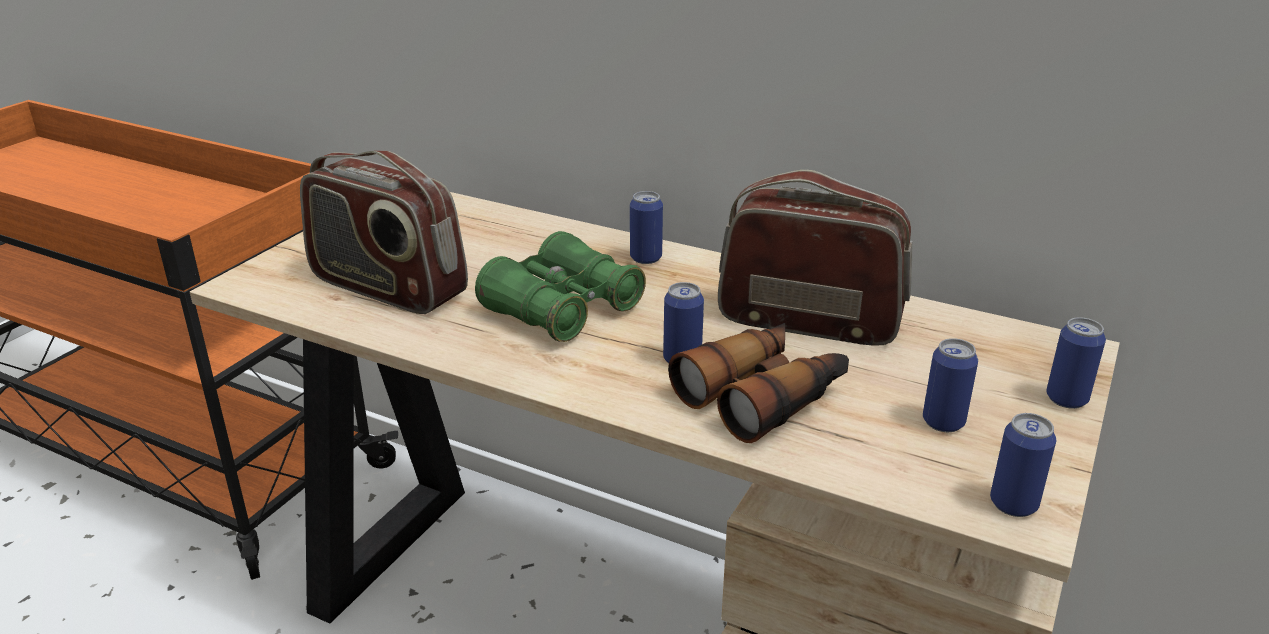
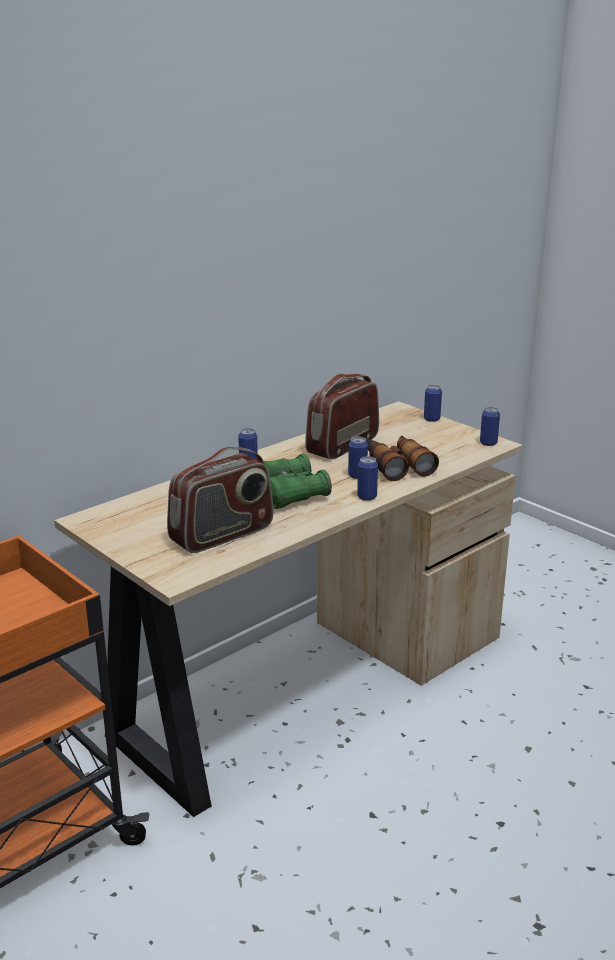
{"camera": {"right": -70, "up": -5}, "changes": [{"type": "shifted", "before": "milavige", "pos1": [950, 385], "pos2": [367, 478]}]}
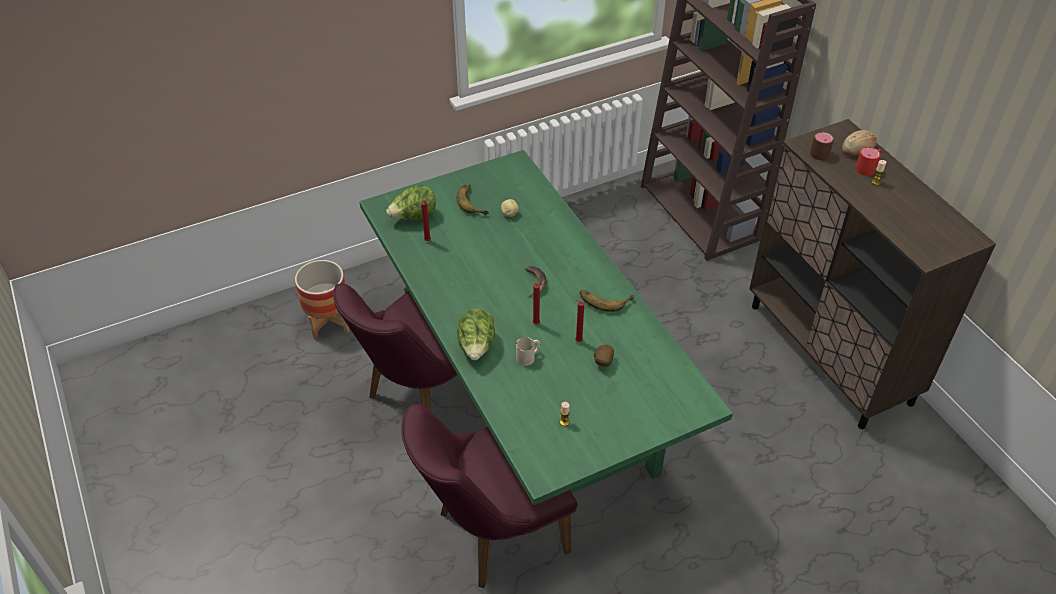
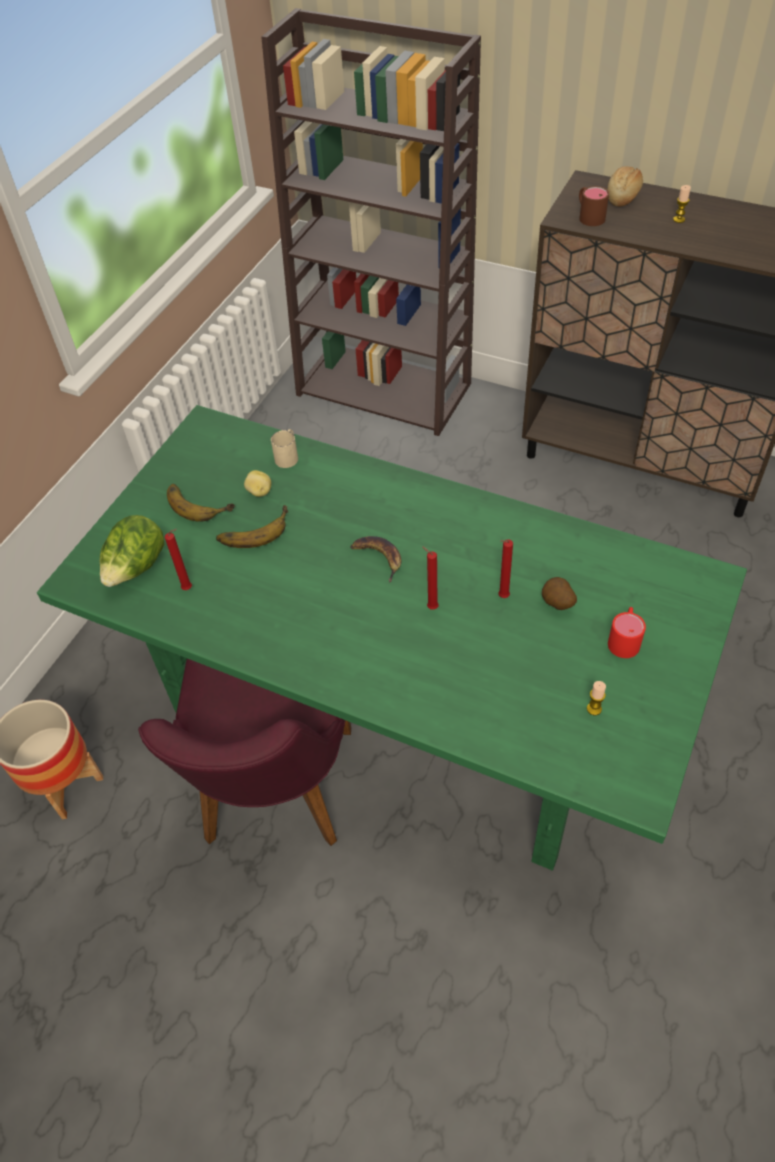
{"camera": {"right": -35, "up": 5}, "changes": [{"type": "shifted", "before": "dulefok", "pos1": [607, 301], "pos2": [252, 526]}, {"type": "shifted", "before": "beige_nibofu", "pos1": [528, 351], "pos2": [284, 448]}, {"type": "shifted", "before": "red_nibofu", "pos1": [868, 161], "pos2": [627, 632]}, {"type": "gone", "before": "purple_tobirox", "pos1": [489, 496]}, {"type": "gone", "before": "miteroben", "pos1": [476, 334]}]}
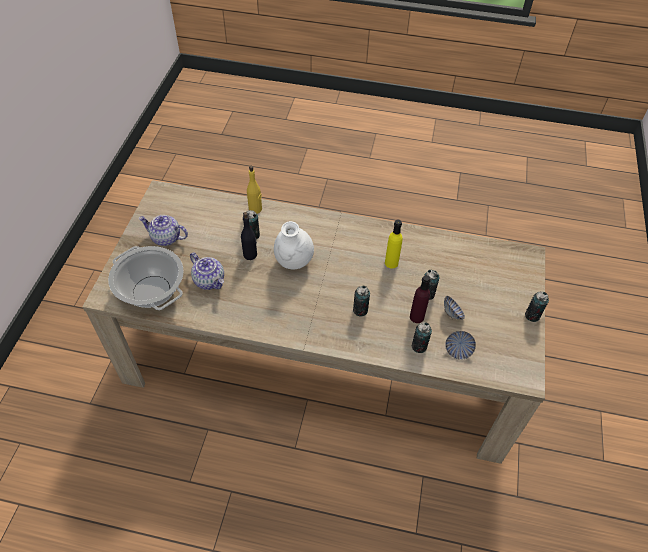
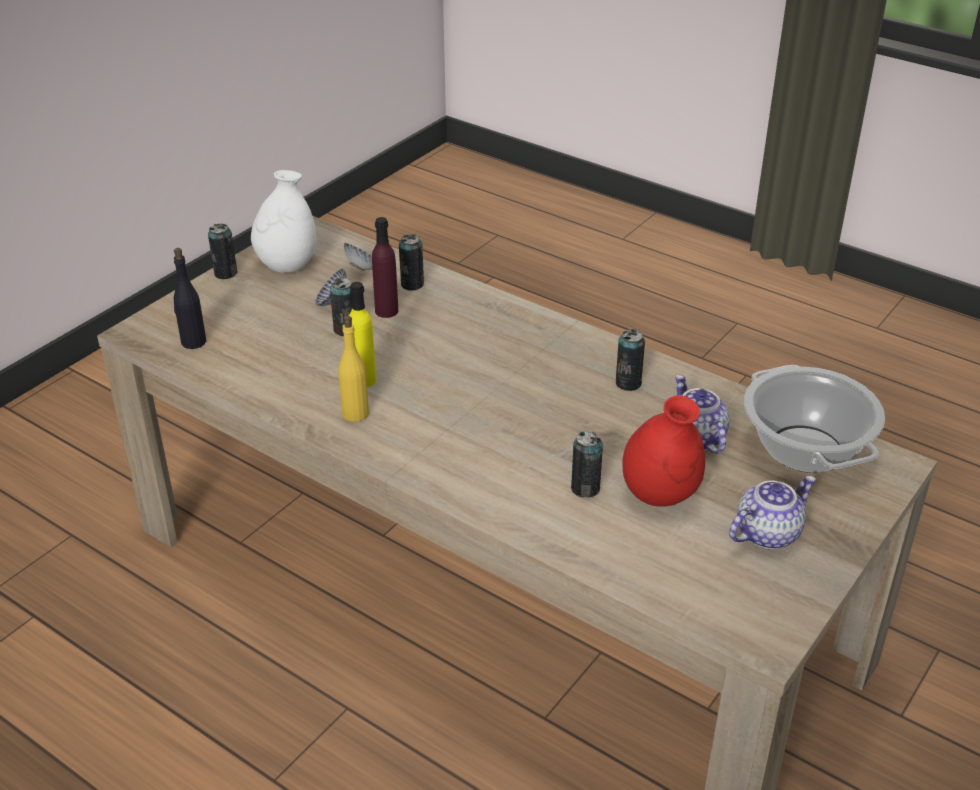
{"camera": {"right": -155, "up": -15}, "changes": [{"type": "shifted", "before": "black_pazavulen", "pos1": [249, 236], "pos2": [190, 298]}, {"type": "shifted", "before": "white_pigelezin", "pos1": [294, 245], "pos2": [283, 221]}, {"type": "shifted", "before": "yellow_pazavulen", "pos1": [254, 190], "pos2": [353, 369]}, {"type": "shifted", "before": "milavige", "pos1": [361, 301], "pos2": [630, 360]}, {"type": "new", "after": "red_pigelezin", "pos2": [663, 451]}, {"type": "rotated", "before": "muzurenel", "pos1": [163, 230], "pos2": [772, 512], "turn": -75}]}
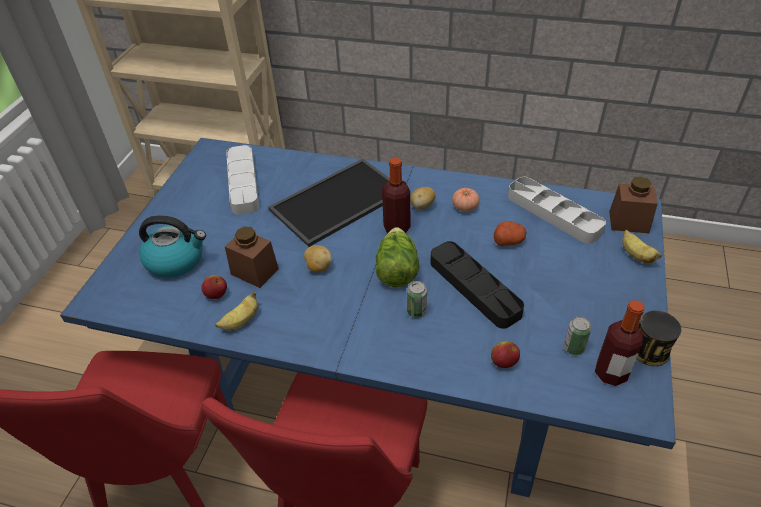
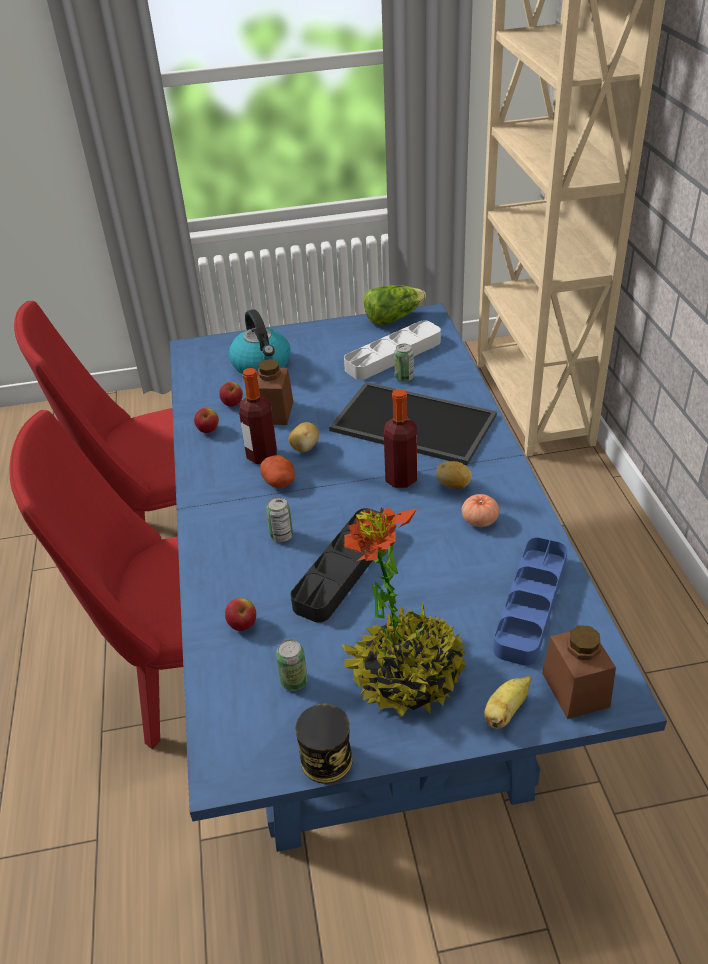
{"camera": {"right": 65, "up": -5}, "changes": [{"type": "swapped", "before": "dulefok", "after": "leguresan", "pos1": [236, 311], "pos2": [206, 420]}, {"type": "shifted", "before": "pazavulen", "pos1": [620, 343], "pos2": [258, 416]}, {"type": "shifted", "before": "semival", "pos1": [510, 233], "pos2": [277, 471]}, {"type": "new", "after": "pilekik", "pos2": [404, 611]}, {"type": "shifted", "before": "miteroben", "pos1": [397, 257], "pos2": [395, 305]}, {"type": "new", "after": "milavige", "pos2": [404, 363]}, {"type": "repainted", "before": "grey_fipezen", "after": "blue_fipezen", "pos1": [557, 210], "pos2": [530, 601]}]}
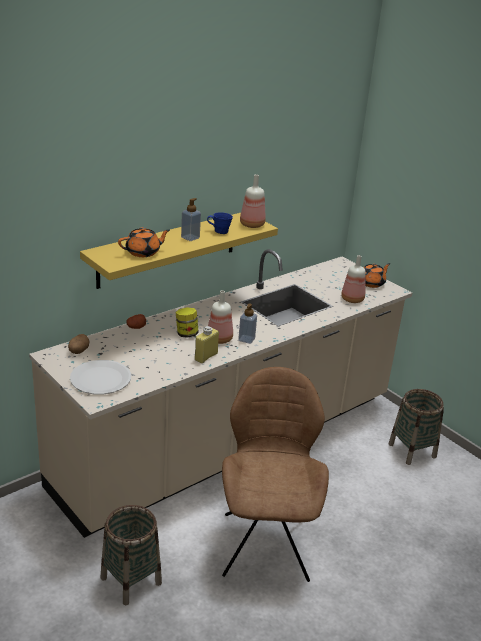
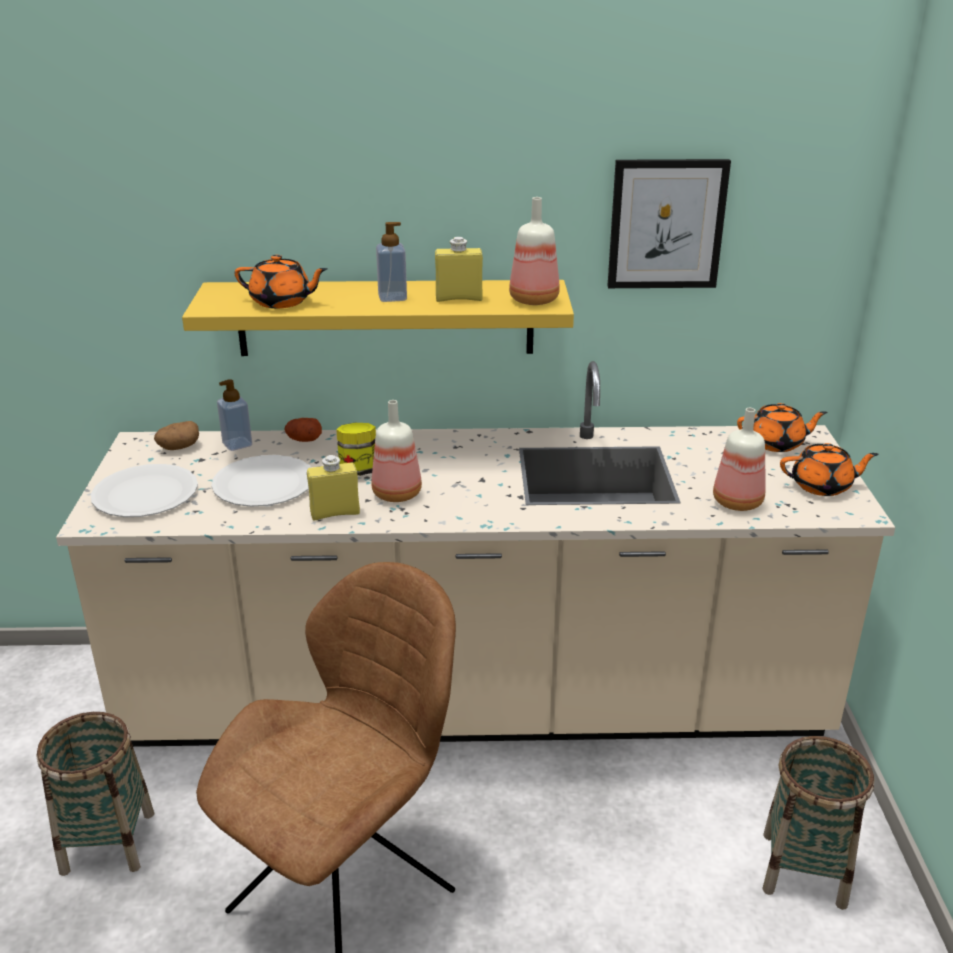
{"camera": {"right": 40, "up": 0}, "changes": [{"type": "new", "after": "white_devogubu", "pos2": [261, 481]}, {"type": "shifted", "before": "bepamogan", "pos1": [247, 324], "pos2": [234, 415]}, {"type": "swapped", "before": "blue_nibofu", "after": "yellow_pazavulen", "pos1": [220, 223], "pos2": [459, 269]}, {"type": "new", "after": "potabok", "pos2": [669, 223]}, {"type": "new", "after": "orange_muzurenel", "pos2": [782, 427]}]}
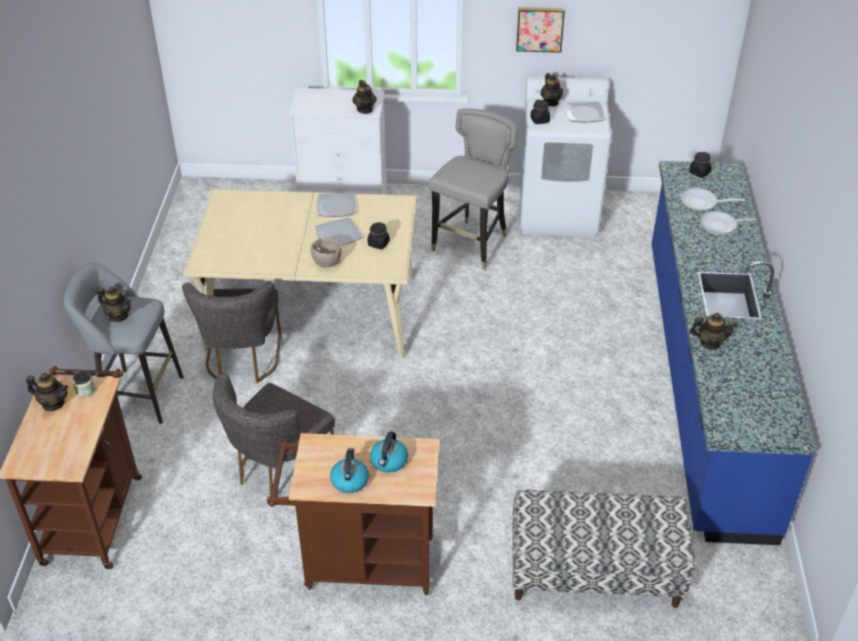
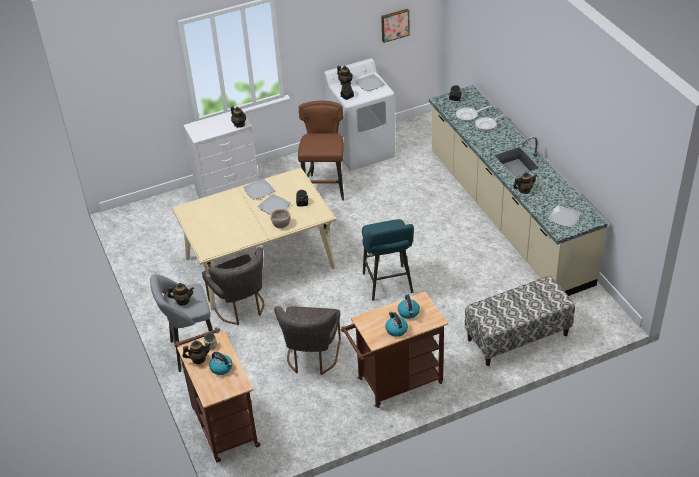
{"camera": {"right": -25, "up": 0}, "changes": [{"type": "new", "after": "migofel", "pos2": [220, 363]}, {"type": "repainted", "before": "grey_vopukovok", "after": "brown_vopukovok", "pos1": [473, 189], "pos2": [321, 151]}, {"type": "new", "after": "turquoise_vopukovok", "pos2": [388, 260]}, {"type": "shifted", "before": "potabok", "pos1": [540, 30], "pos2": [395, 26]}, {"type": "repainted", "before": "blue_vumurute", "after": "beige_vumurute", "pos1": [734, 353], "pos2": [518, 190]}, {"type": "new", "after": "devogubu", "pos2": [564, 216]}]}
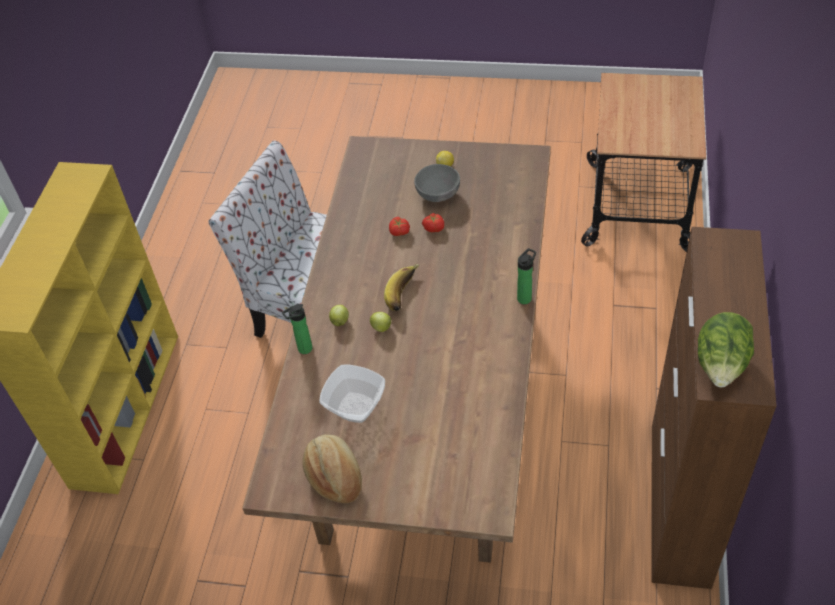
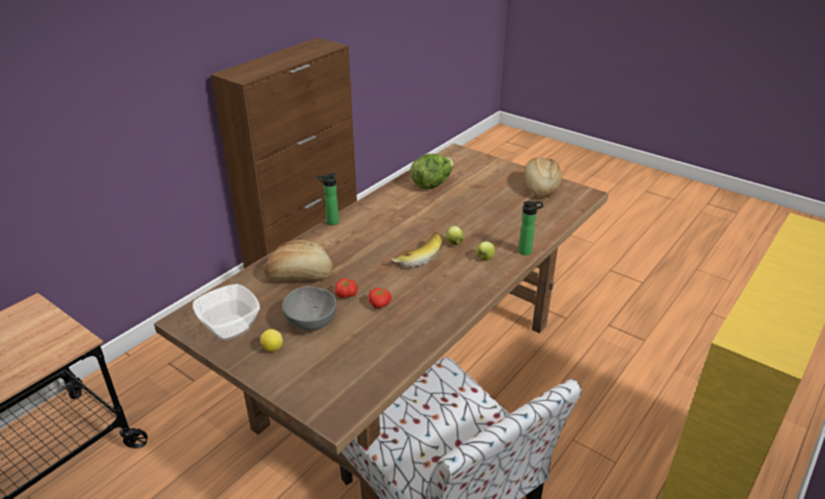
{"camera": {"right": -155, "up": -15}, "changes": [{"type": "shifted", "before": "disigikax", "pos1": [352, 394], "pos2": [226, 312]}, {"type": "new", "after": "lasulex", "pos2": [298, 260]}, {"type": "shifted", "before": "miteroben", "pos1": [726, 349], "pos2": [432, 171]}]}
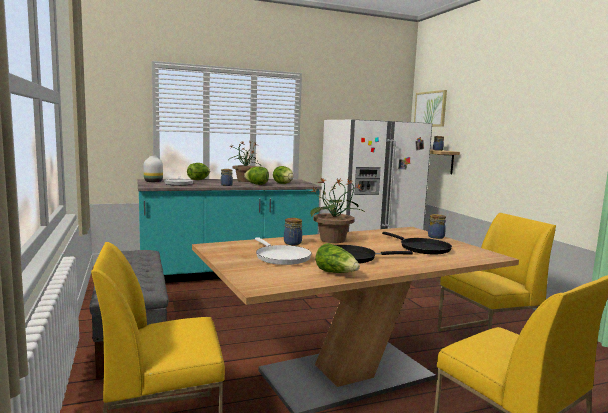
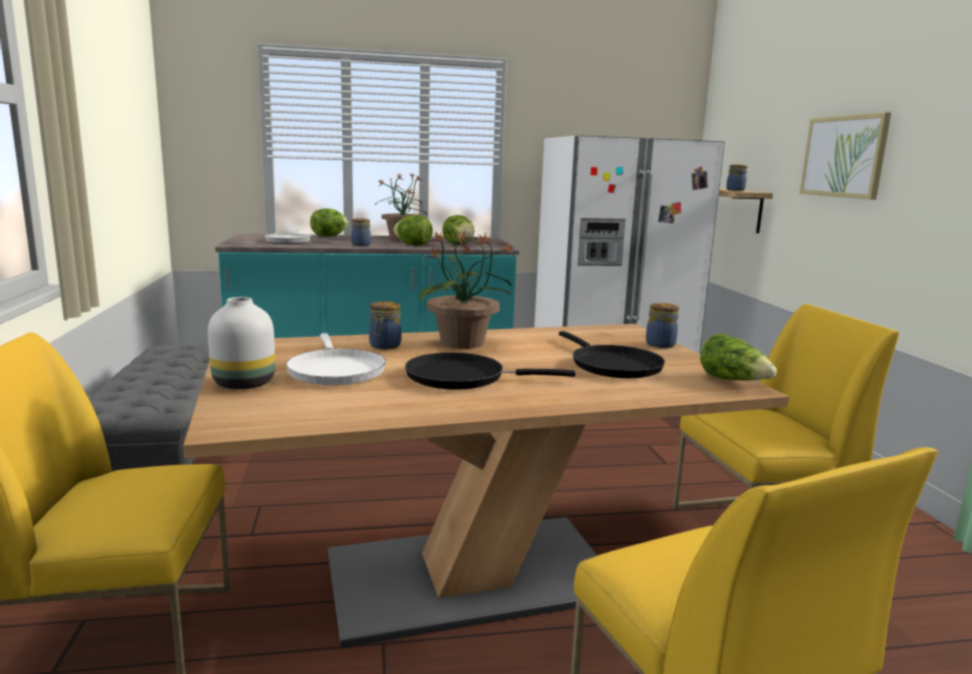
{"camera": {"right": 10, "up": 5}, "changes": [{"type": "shifted", "before": "white_pigelezin", "pos1": [153, 169], "pos2": [241, 343]}, {"type": "shifted", "before": "miteroben", "pos1": [337, 258], "pos2": [738, 356]}, {"type": "shifted", "before": "potabok", "pos1": [430, 108], "pos2": [845, 156]}]}
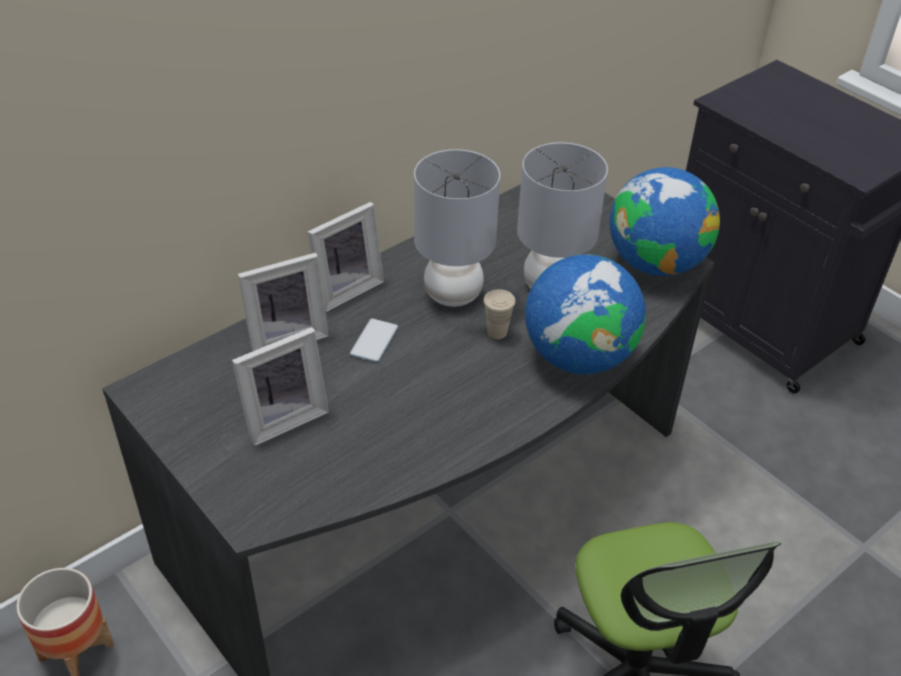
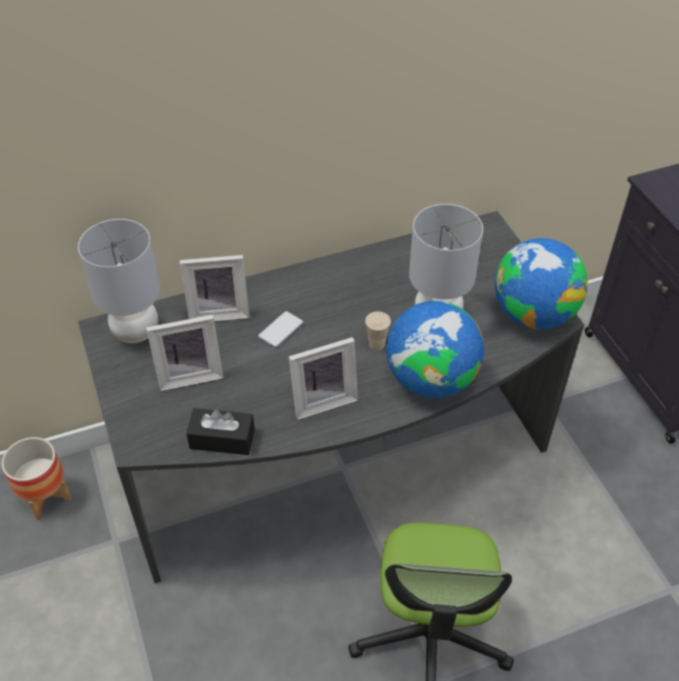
{"camera": {"right": 20, "up": 5}, "changes": [{"type": "shifted", "before": "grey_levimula", "pos1": [457, 228], "pos2": [119, 281]}, {"type": "new", "after": "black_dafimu", "pos2": [220, 431]}, {"type": "shifted", "before": "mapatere", "pos1": [346, 257], "pos2": [323, 378]}]}
